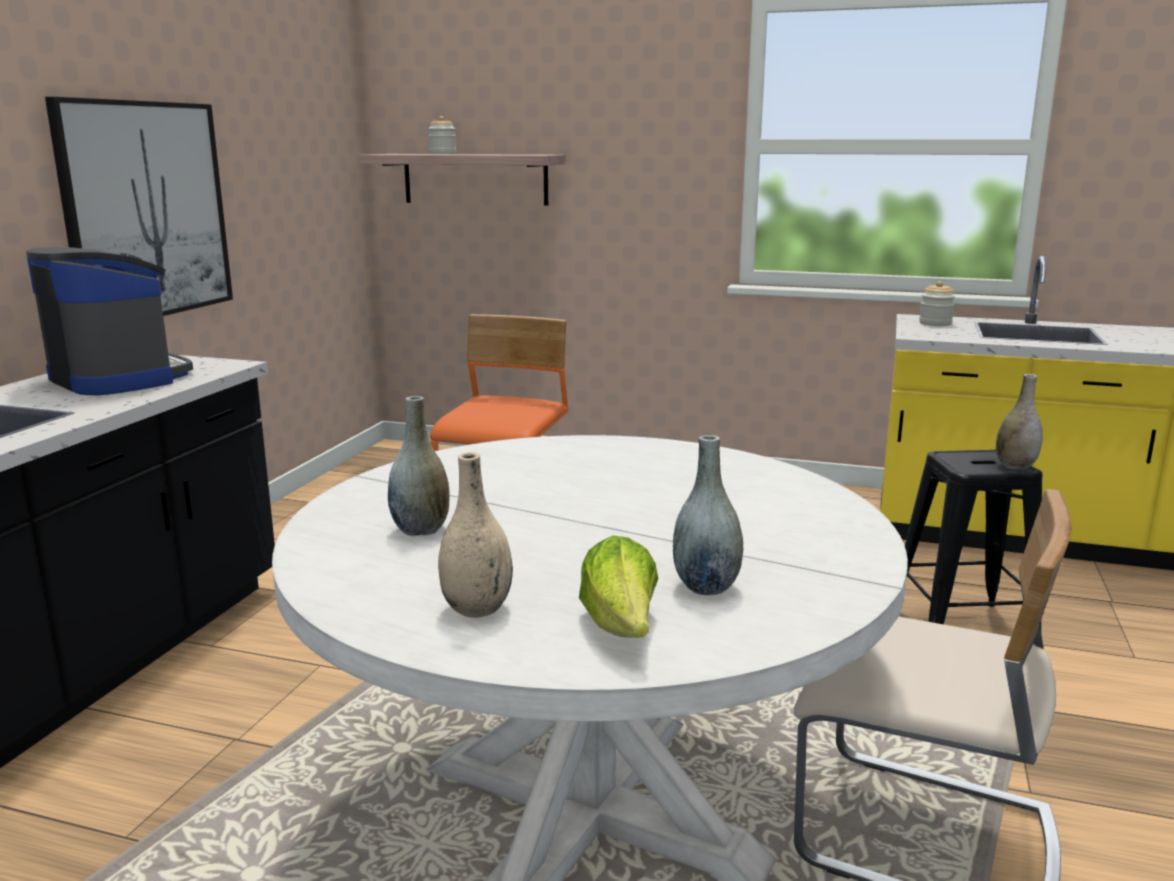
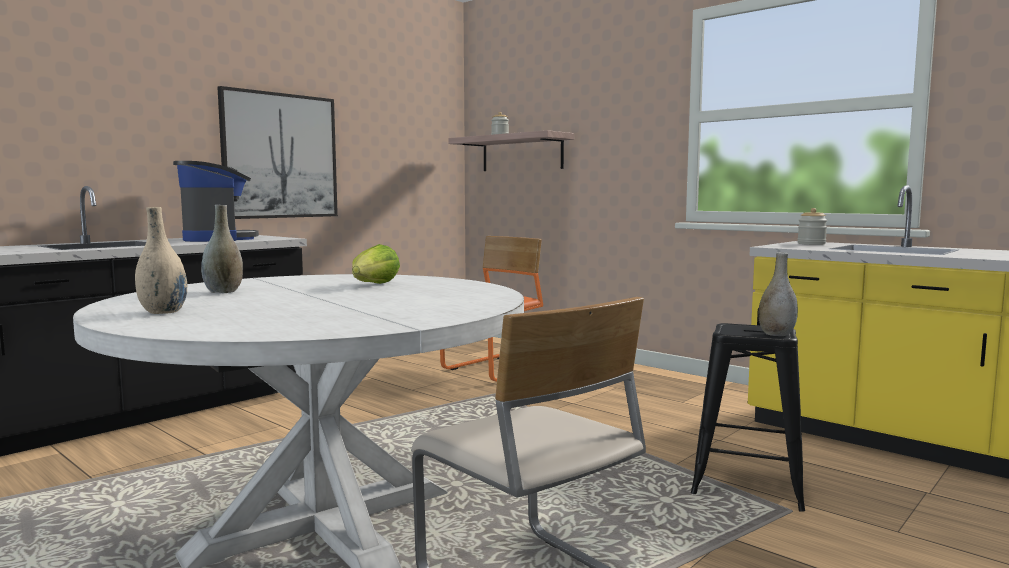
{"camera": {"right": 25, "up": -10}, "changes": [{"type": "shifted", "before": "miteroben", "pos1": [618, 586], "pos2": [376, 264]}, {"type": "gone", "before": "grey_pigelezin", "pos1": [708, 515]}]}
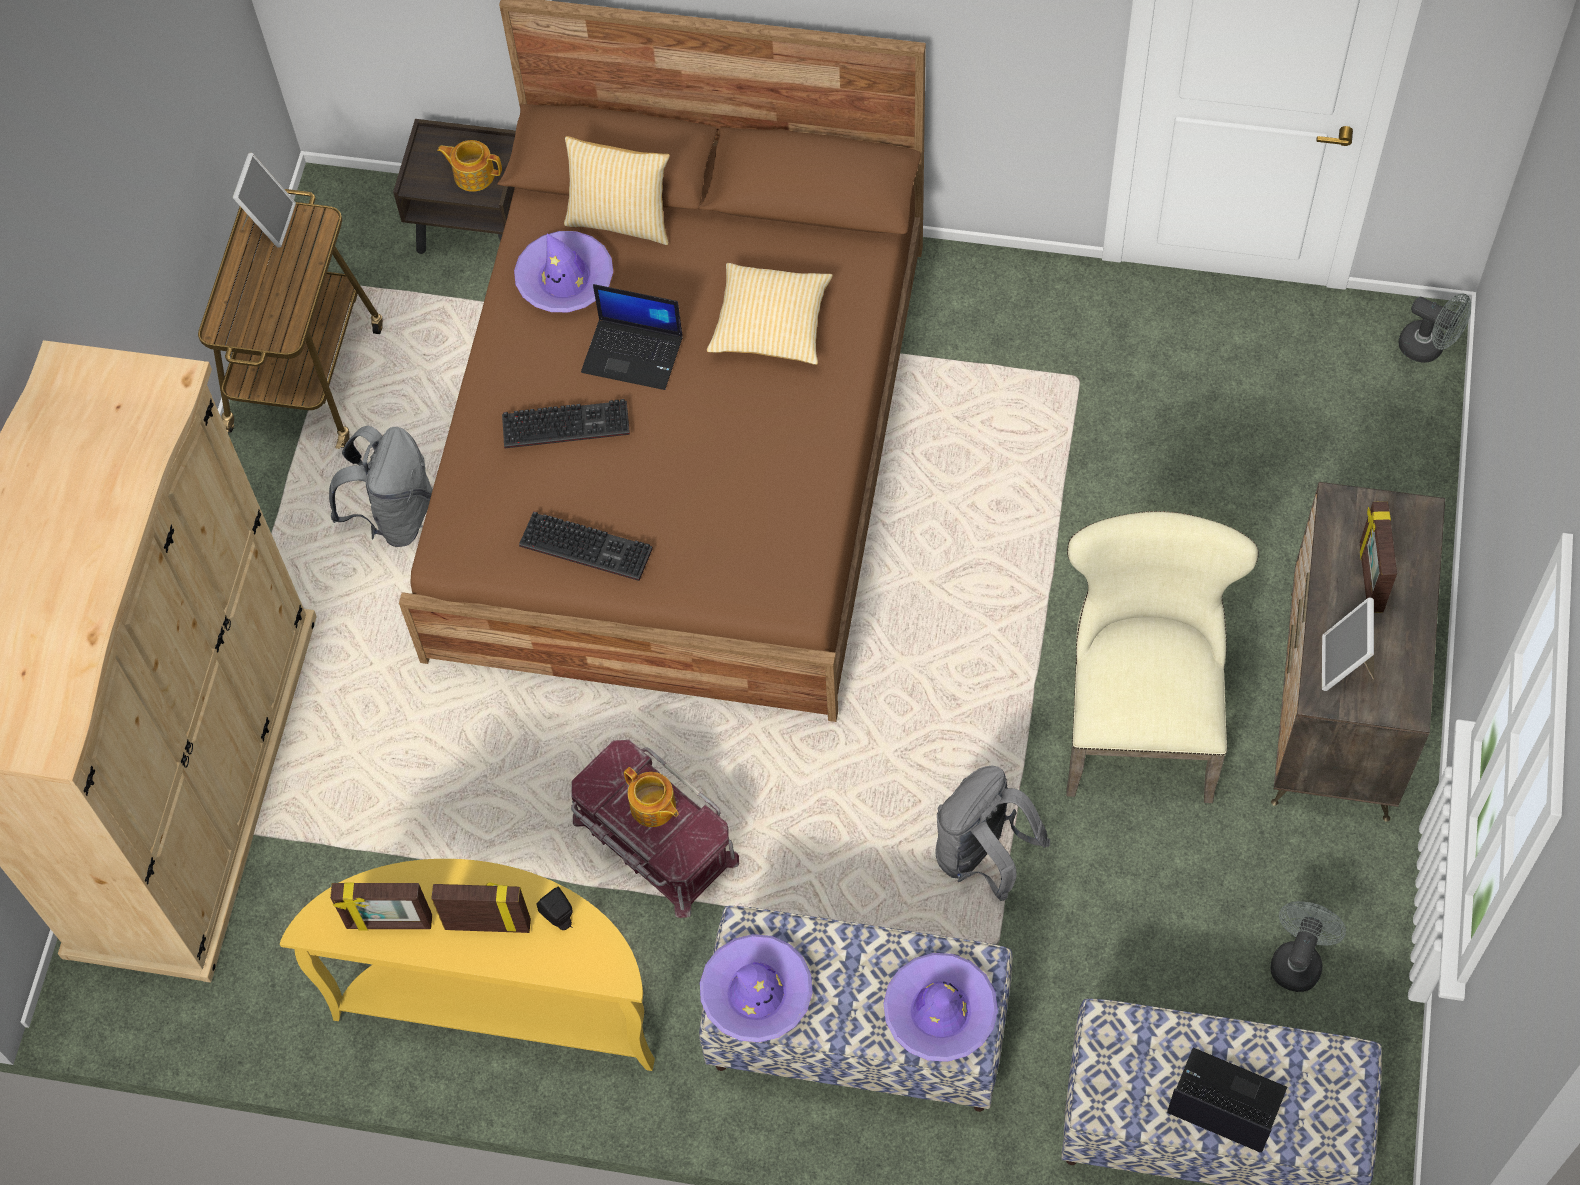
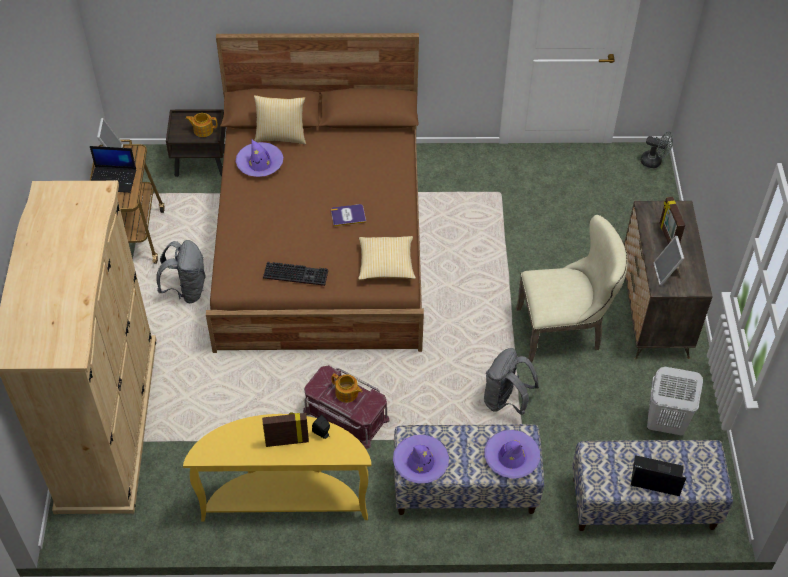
{"camera": {"right": -15, "up": -10}, "changes": [{"type": "shifted", "before": "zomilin", "pos1": [632, 337], "pos2": [113, 169]}, {"type": "new", "after": "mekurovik", "pos2": [348, 215]}, {"type": "shifted", "before": "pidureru", "pos1": [770, 314], "pos2": [387, 258]}, {"type": "rotated", "before": "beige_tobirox", "pos1": [1162, 657], "pos2": [572, 289], "turn": 90}, {"type": "swapped", "before": "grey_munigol", "after": "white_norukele", "pos1": [1308, 946], "pos2": [675, 401]}, {"type": "gone", "before": "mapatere", "pos1": [381, 906]}, {"type": "gone", "before": "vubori", "pos1": [566, 423]}]}
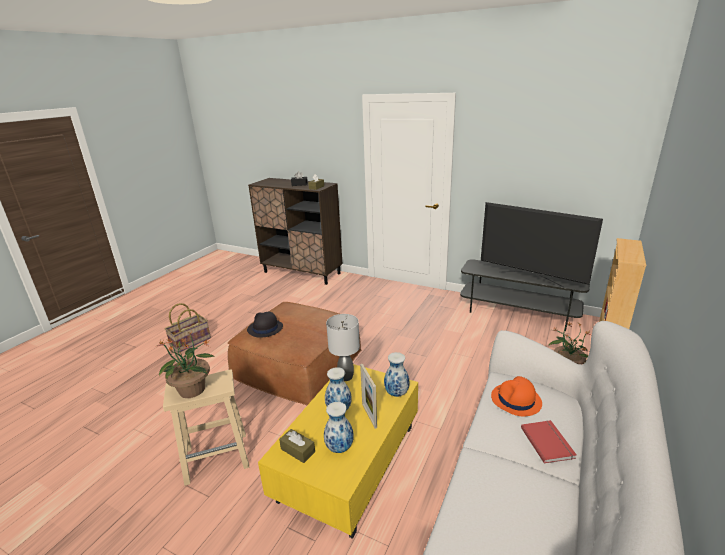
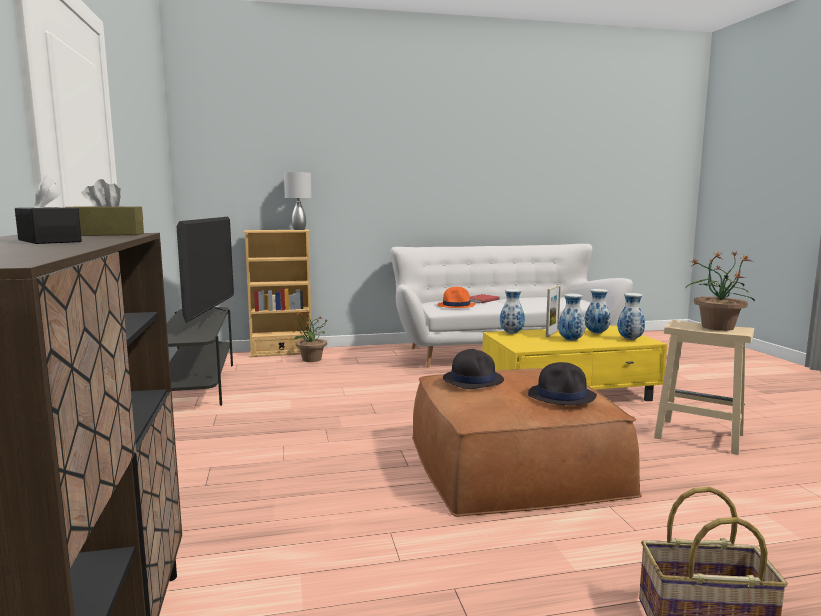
{"camera": {"right": -130, "up": -15}, "changes": [{"type": "shifted", "before": "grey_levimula", "pos1": [343, 347], "pos2": [298, 201]}, {"type": "new", "after": "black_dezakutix", "pos2": [473, 369]}, {"type": "swapped", "before": "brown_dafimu", "after": "pigelezin", "pos1": [297, 446], "pos2": [631, 316]}]}
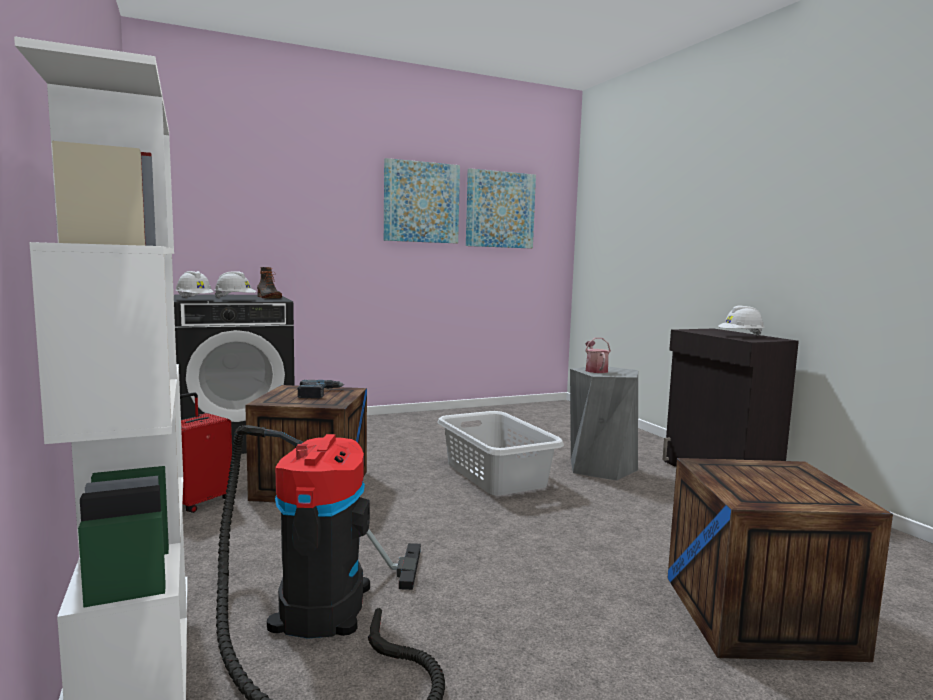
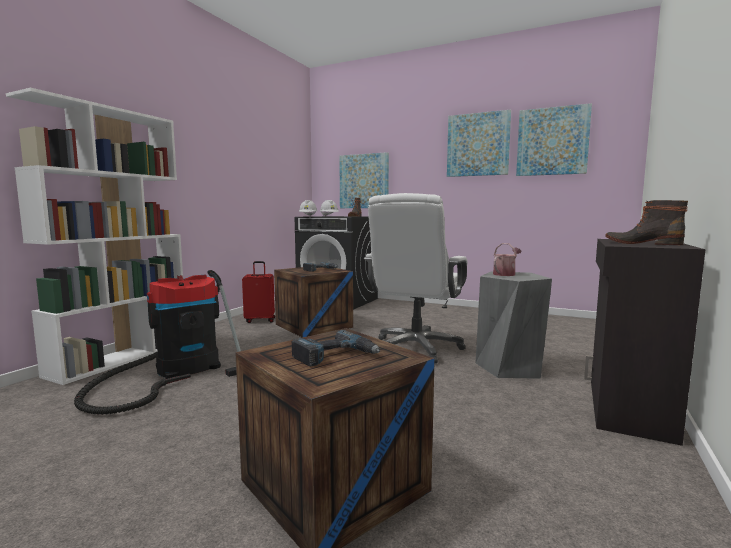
{"camera": {"right": 50, "up": 0}, "changes": [{"type": "new", "after": "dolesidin", "pos2": [336, 348]}, {"type": "new", "after": "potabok", "pos2": [364, 180]}, {"type": "swapped", "before": "grey_norukele", "after": "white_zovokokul", "pos1": [500, 453], "pos2": [416, 278]}, {"type": "swapped", "before": "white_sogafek", "after": "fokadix", "pos1": [741, 320], "pos2": [646, 222]}]}
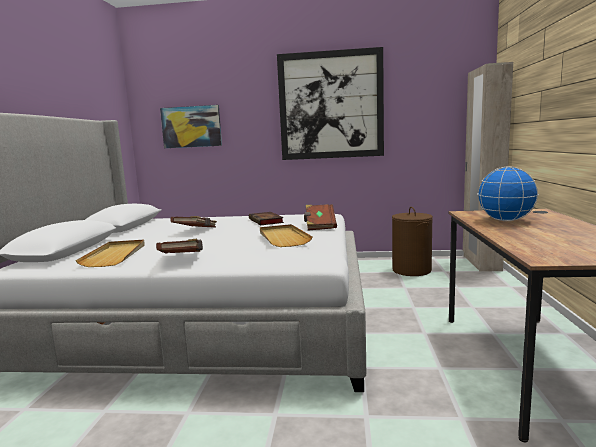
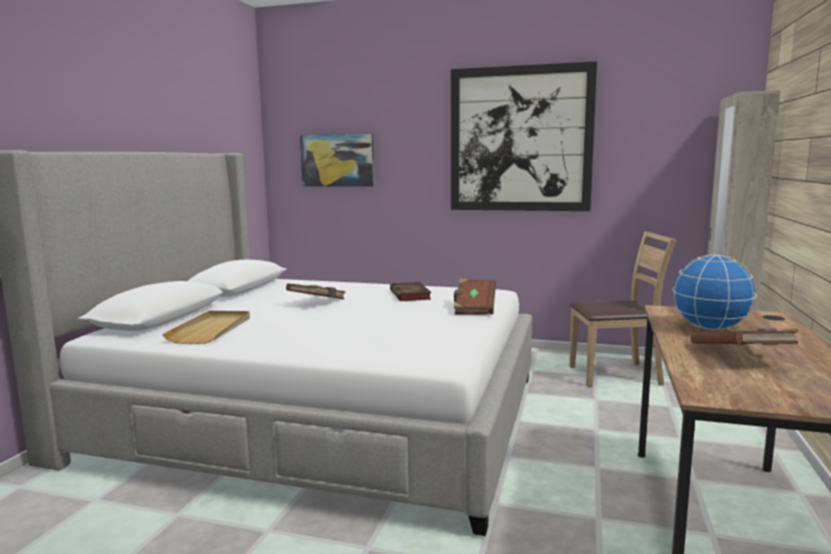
{"camera": {"right": 10, "up": 0}, "changes": [{"type": "swapped", "before": "brown_norukele", "after": "brown_tobirox", "pos1": [412, 241], "pos2": [622, 309]}, {"type": "shifted", "before": "brown_mekurovik", "pos1": [179, 246], "pos2": [744, 336]}, {"type": "gone", "before": "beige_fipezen", "pos1": [286, 235]}]}
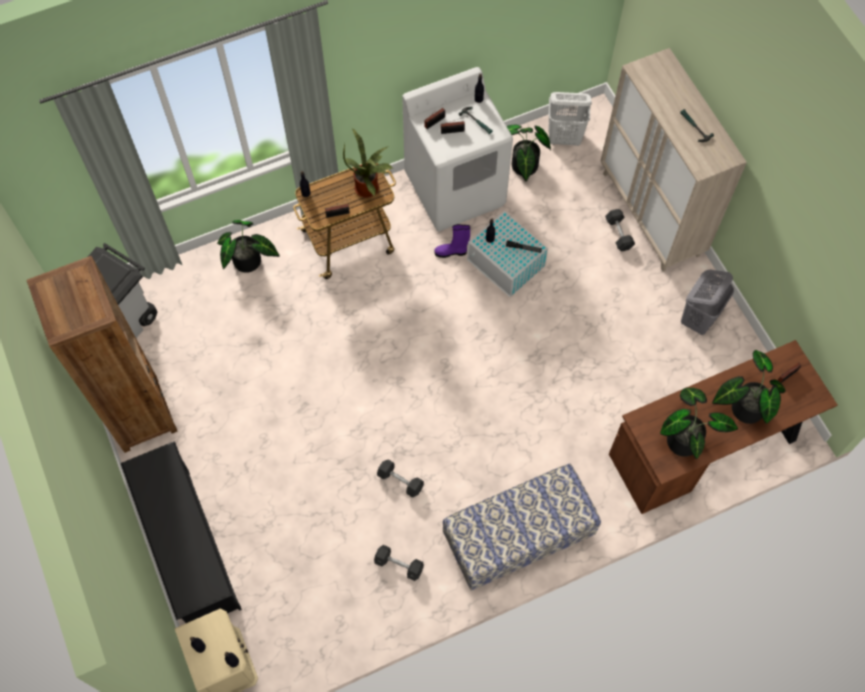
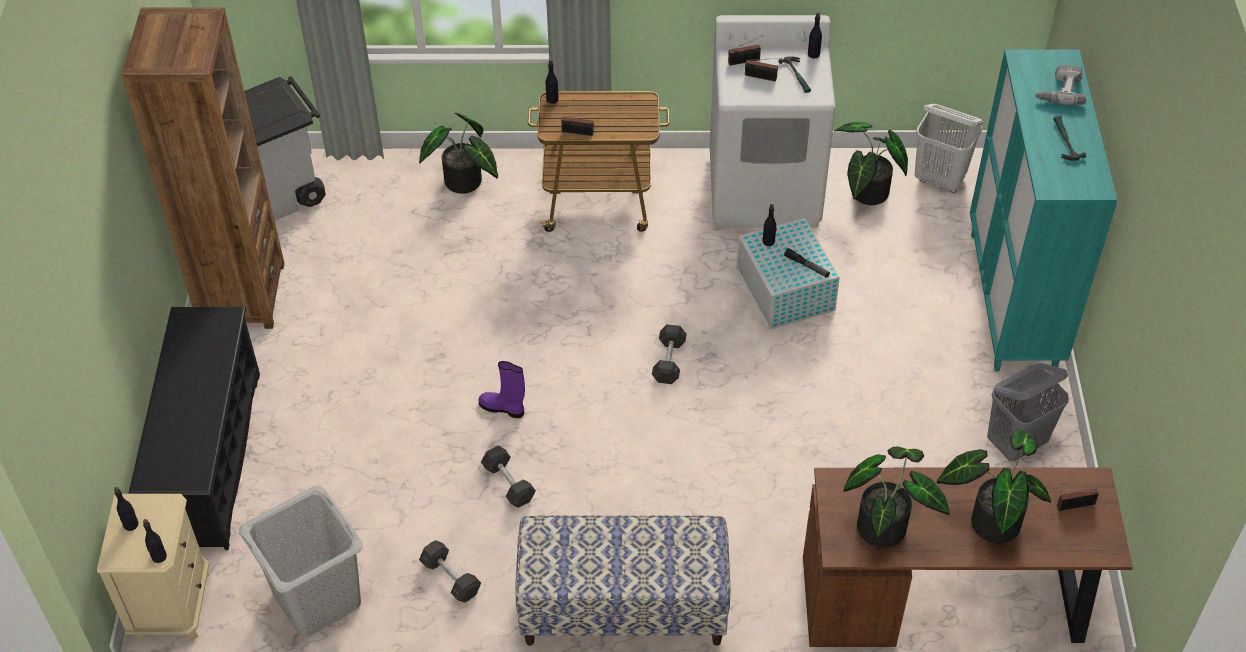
{"camera": {"right": 25, "up": -15}, "changes": [{"type": "new", "after": "grey_norukele", "pos2": [301, 561]}, {"type": "shifted", "before": "purple_fokadix", "pos1": [452, 241], "pos2": [502, 389]}, {"type": "shifted", "before": "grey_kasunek", "pos1": [620, 230], "pos2": [669, 354]}, {"type": "repainted", "before": "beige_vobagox", "after": "turquoise_vobagox", "pos1": [673, 160], "pos2": [1043, 210]}, {"type": "new", "after": "dolesidin", "pos2": [1060, 85]}, {"type": "gone", "before": "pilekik", "pos1": [368, 163]}]}
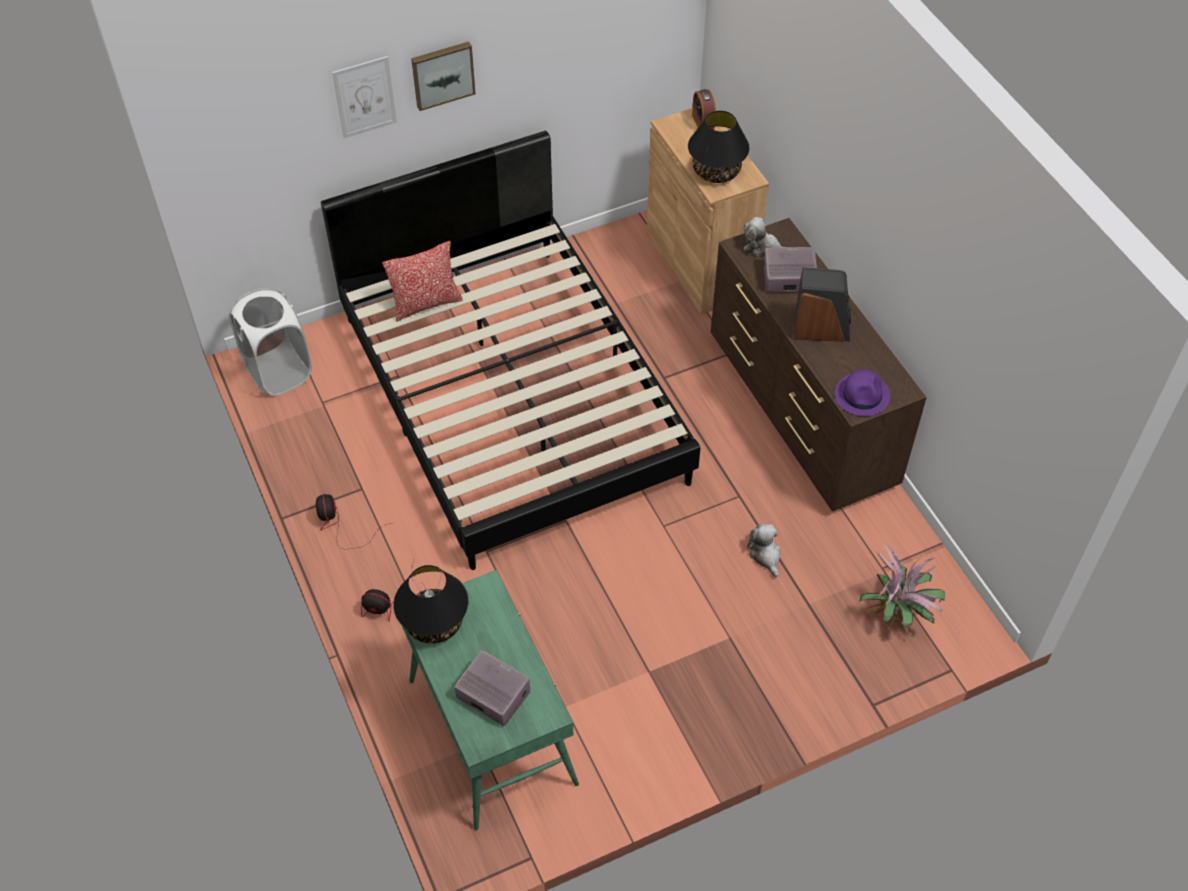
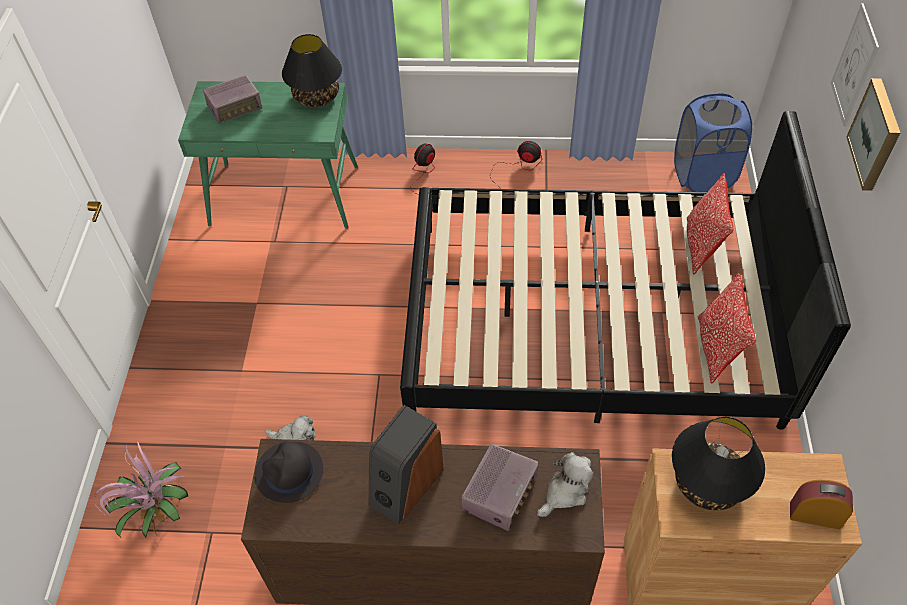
{"camera": {"right": 120, "up": 0}, "changes": [{"type": "repainted", "before": "purple_dezakutix", "after": "black_dezakutix", "pos1": [862, 392], "pos2": [289, 472]}, {"type": "repainted", "before": "white_norukele", "after": "blue_norukele", "pos1": [270, 342], "pos2": [713, 142]}, {"type": "new", "after": "pidureru", "pos2": [726, 328]}]}
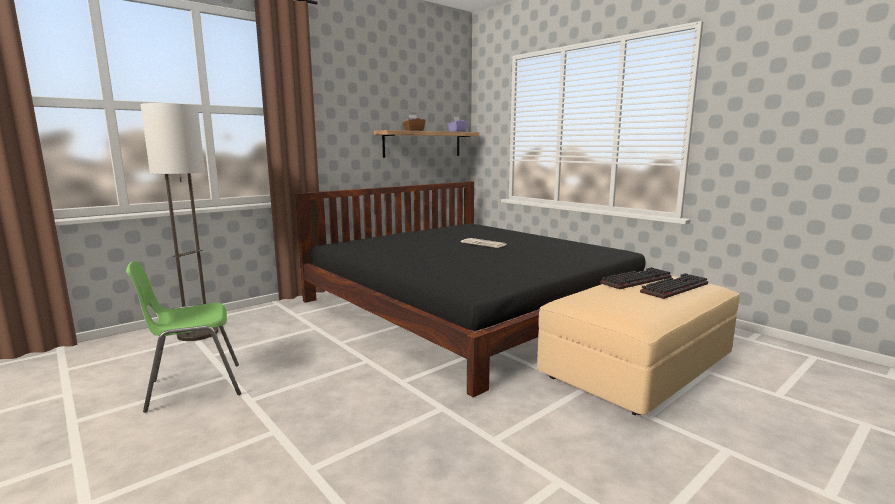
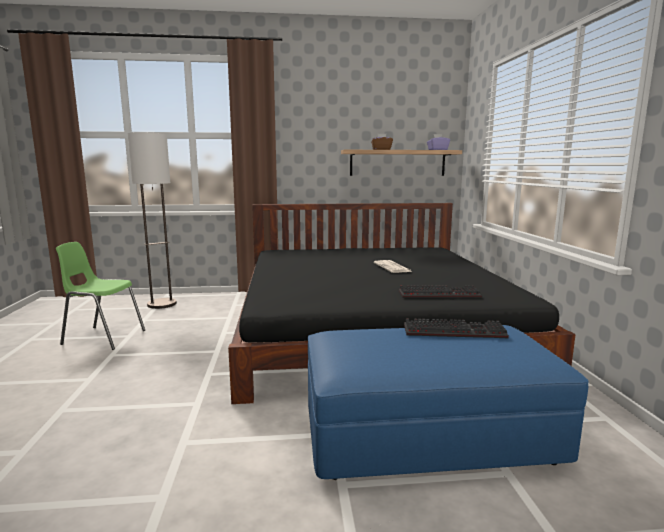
{"camera": {"right": 35, "up": 0}, "changes": [{"type": "repainted", "before": "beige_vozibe", "after": "blue_vozibe", "pos1": [638, 345], "pos2": [448, 402]}, {"type": "shifted", "before": "vubori", "pos1": [674, 286], "pos2": [440, 291]}]}
